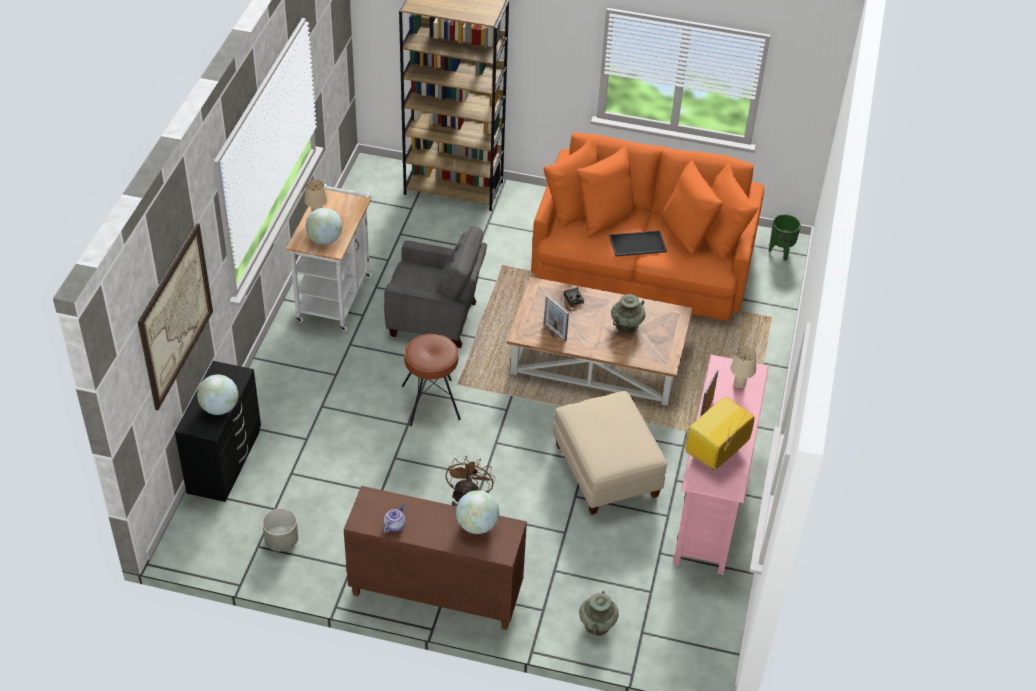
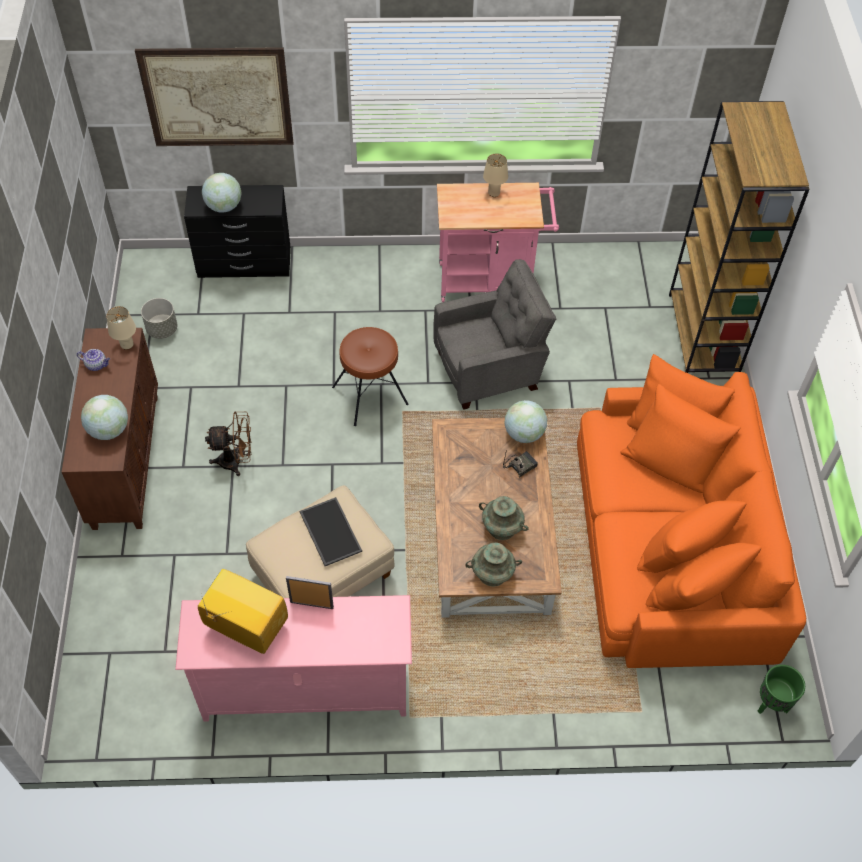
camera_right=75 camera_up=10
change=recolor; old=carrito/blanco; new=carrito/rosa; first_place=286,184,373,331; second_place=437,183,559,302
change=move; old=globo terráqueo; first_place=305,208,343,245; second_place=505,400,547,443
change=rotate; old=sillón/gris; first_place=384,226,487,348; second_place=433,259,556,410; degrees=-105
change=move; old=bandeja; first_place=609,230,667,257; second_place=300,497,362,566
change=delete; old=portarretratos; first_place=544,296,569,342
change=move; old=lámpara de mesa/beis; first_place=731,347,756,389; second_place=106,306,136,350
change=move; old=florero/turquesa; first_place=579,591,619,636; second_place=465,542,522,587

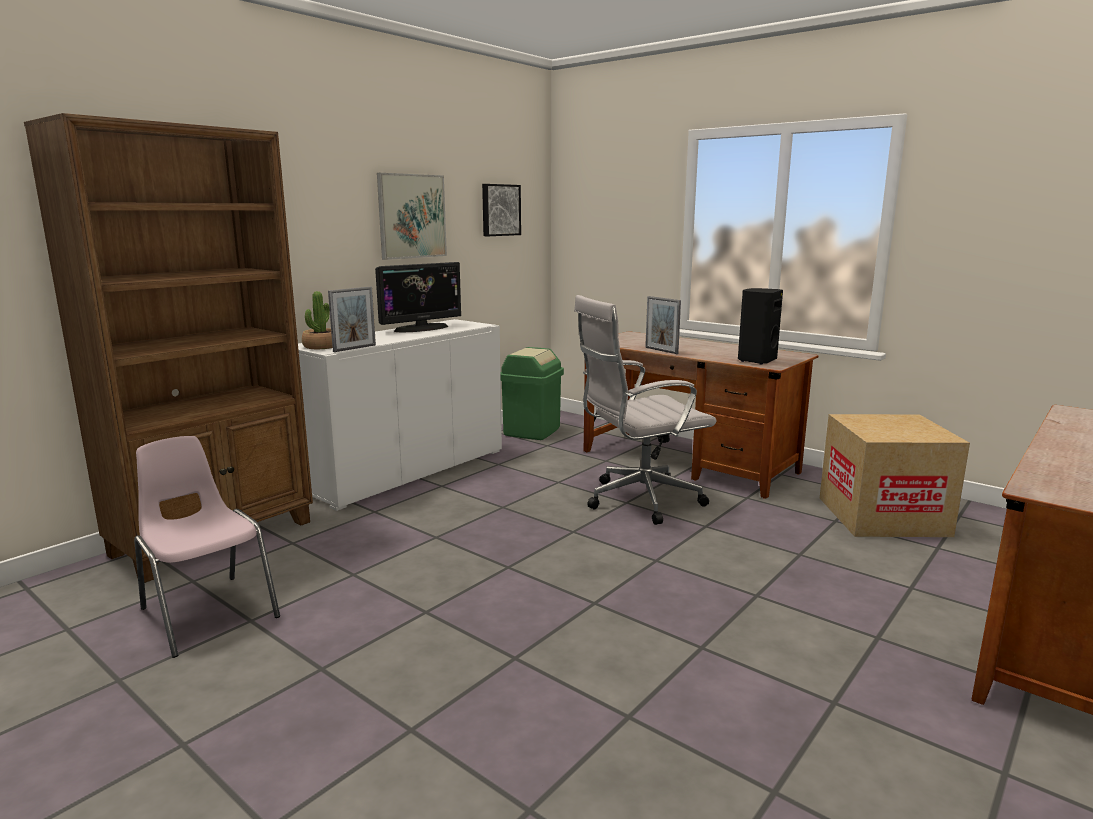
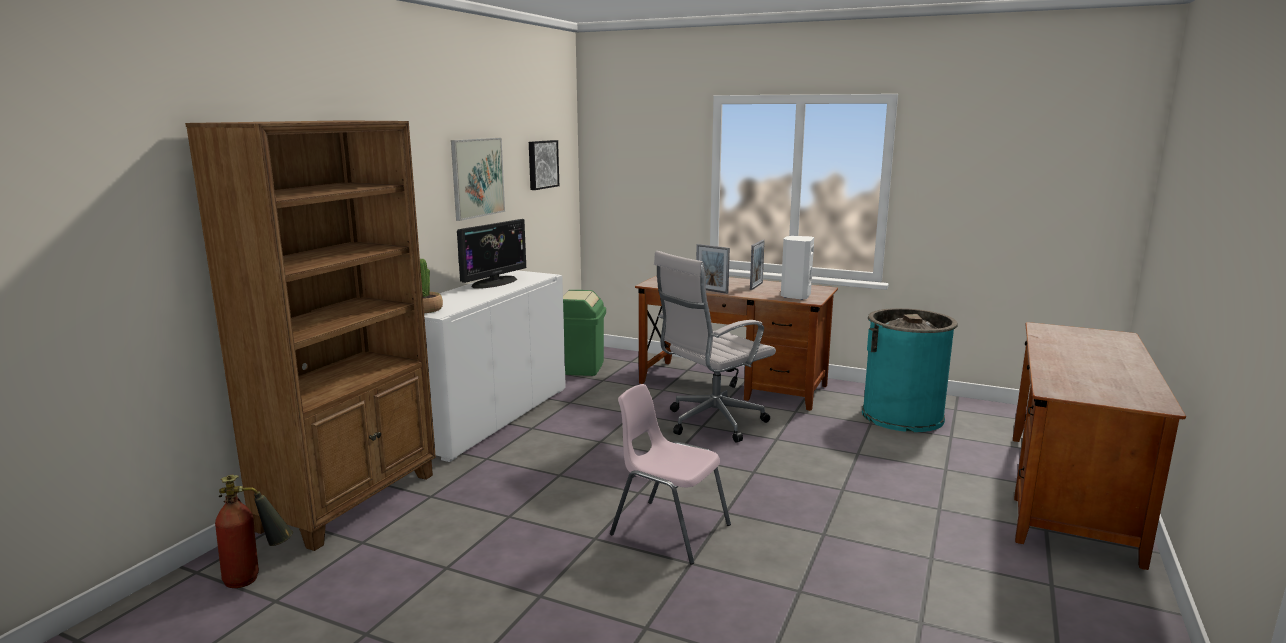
camera_right=-15 camera_up=0
change=move; old=portarretratos; first_place=328,287,376,352; second_place=750,240,765,290
change=recolor; old=altavoz/negro; new=altavoz/blanco; first_place=738,288,783,365; second_place=781,236,814,300
change=replace; old=caja de cartón; new=papelera/turquesa; first_place=820,414,970,537; second_place=862,308,958,432
change=move; old=silla/rosa; first_place=134,436,280,658; second_place=610,384,731,565
change=insert; new=extintor; second_place=215,475,293,588

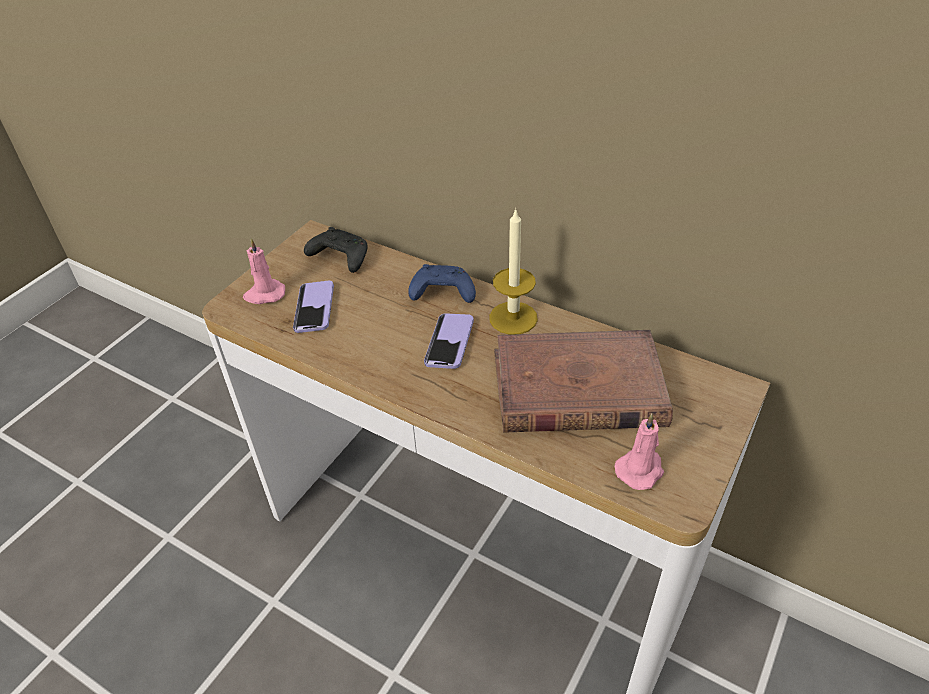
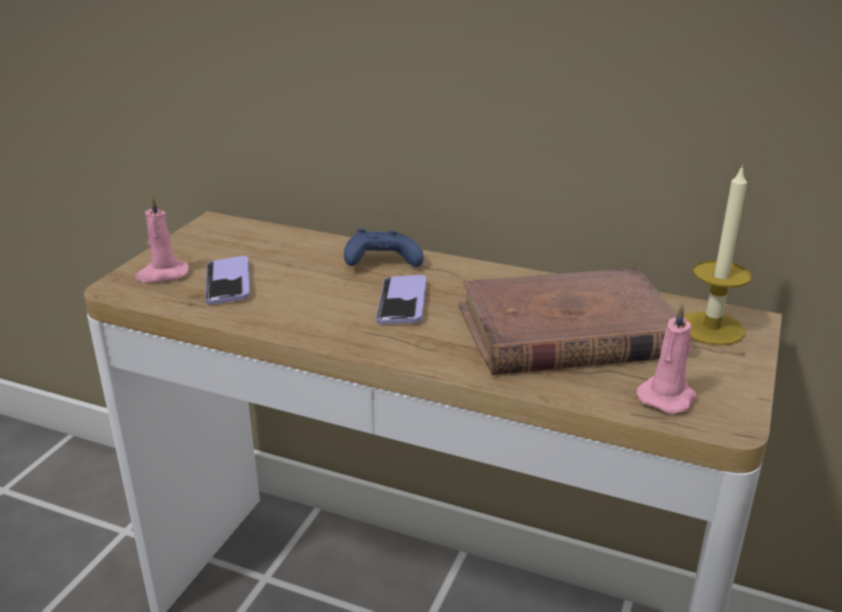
camera_right=-10 camera_up=-15
change=move; old=vela; first_place=489,208,538,335; second_place=684,164,752,345
change=delete; old=mando de consola/negro; first_place=304,227,368,273

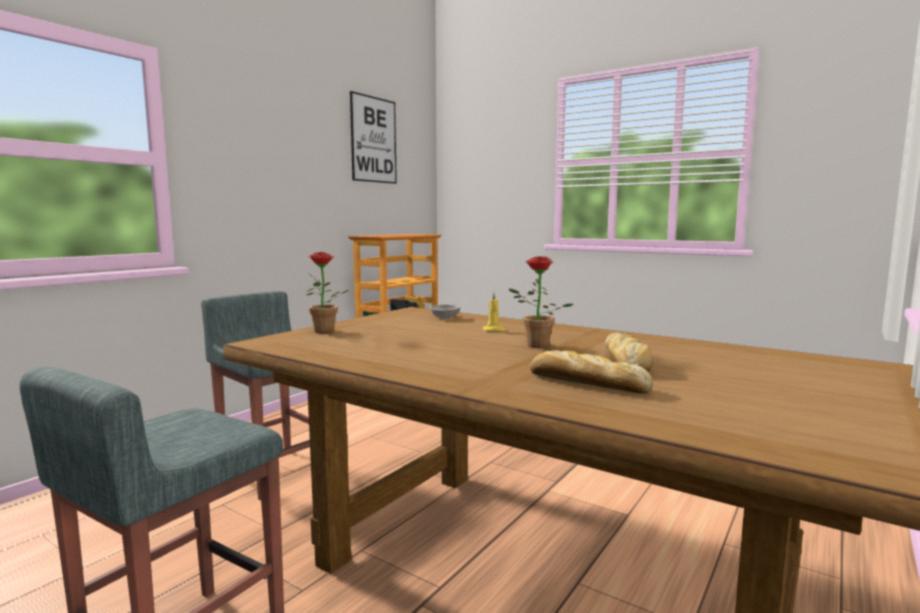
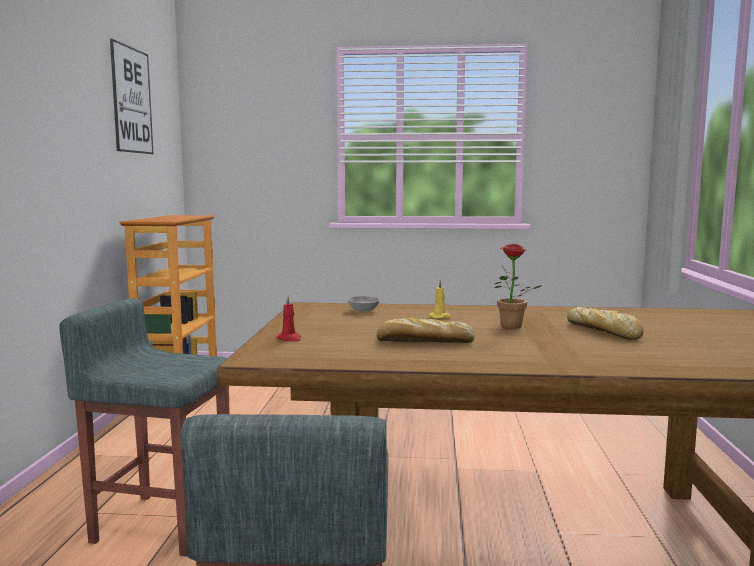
camera_right=-30 camera_up=0
change=replace; old=planta en maceta; new=vela/rojo; first_place=306,252,349,333; second_place=276,296,301,342
change=move; old=pan; first_place=530,350,653,394; second_place=377,318,474,343

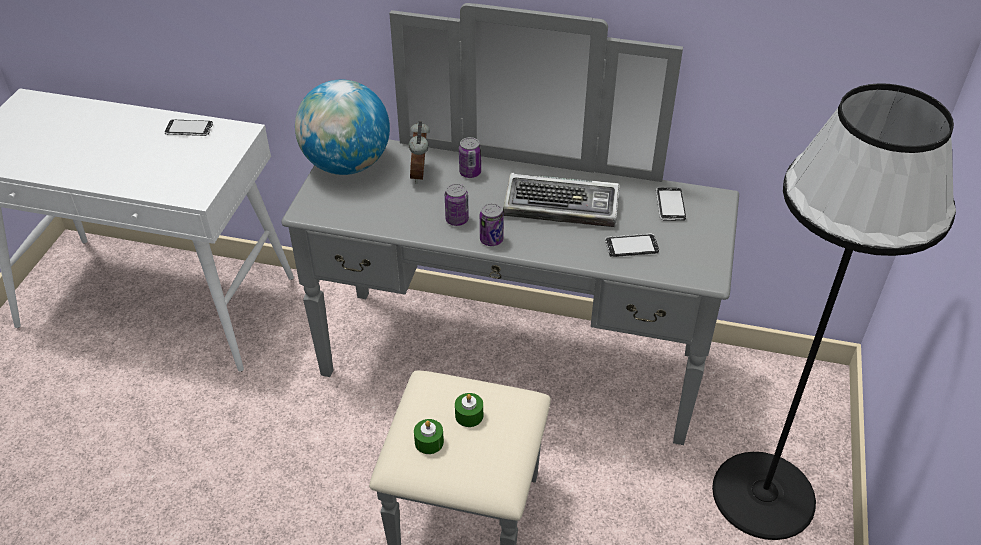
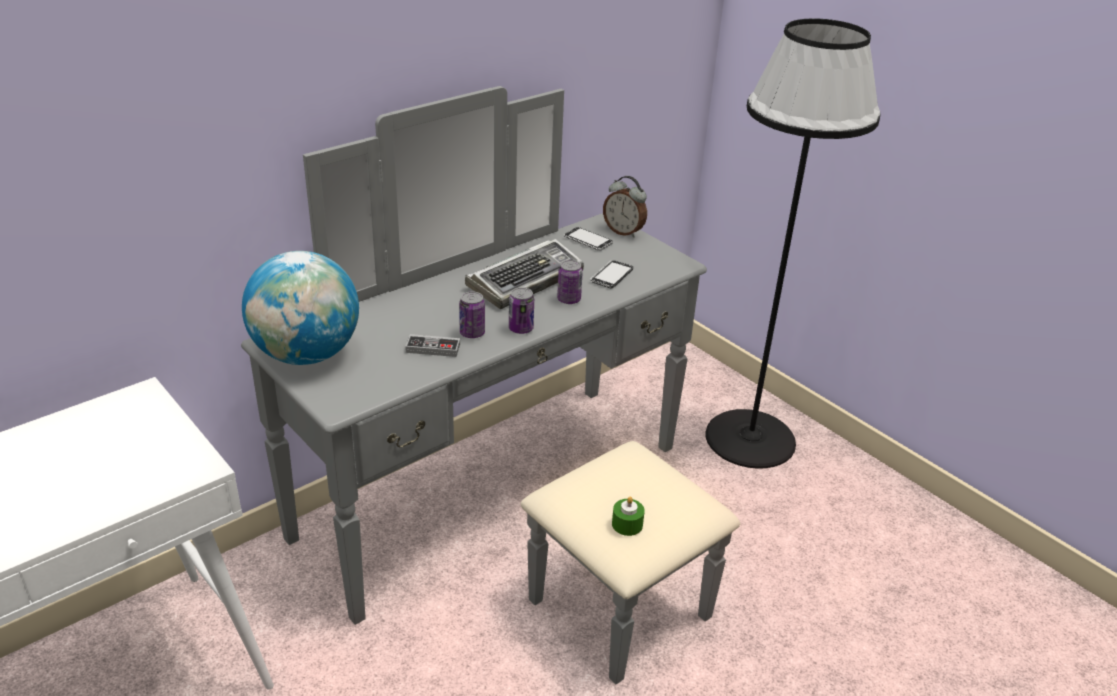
camera_right=-55 camera_up=-10
change=delete; old=móvil; first_place=164,120,213,136
change=move; old=despertador; first_place=409,121,430,184; second_place=603,176,647,238
change=move; old=lata; first_place=459,137,481,178; second_place=557,260,583,304
change=delete; old=vela/verde; first_place=455,393,483,427
change=insert; new=mando de consola; second_place=405,334,460,357

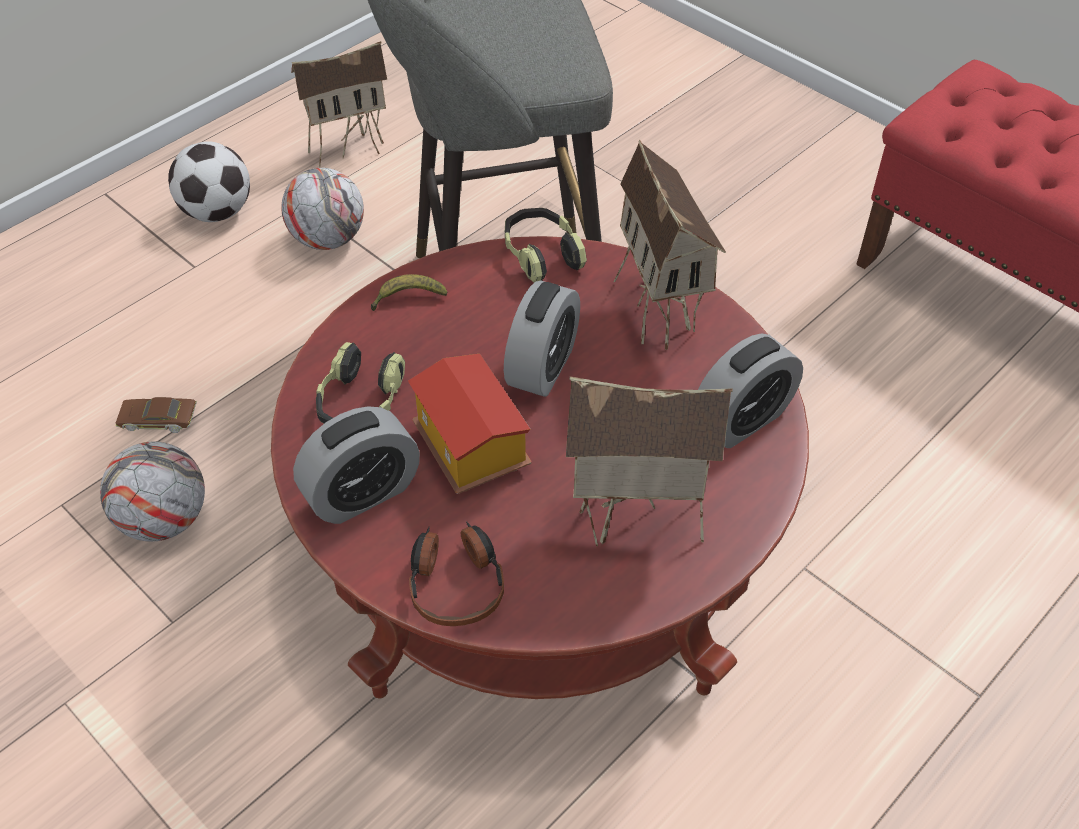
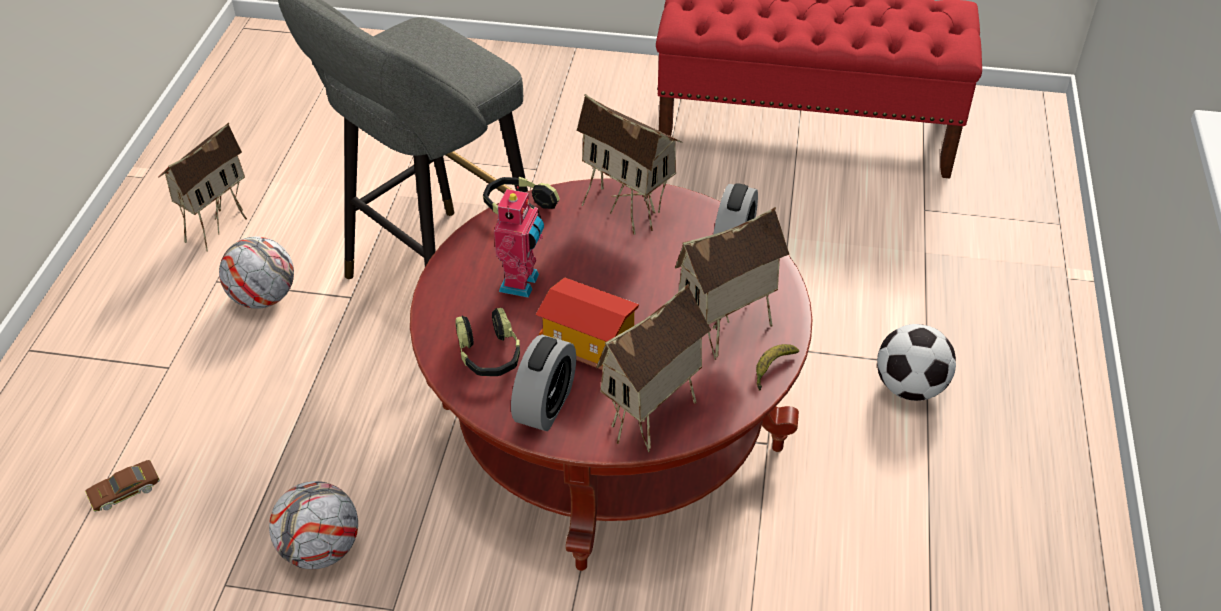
camera_right=-35 camera_up=-5
change=move; old=balón de fútbol; first_place=168,142,250,222; second_place=877,324,956,401
change=move; old=plátano; first_place=371,274,447,311; second_place=756,344,799,391
change=delete; old=despertador; first_place=504,280,580,397
change=move; old=coche de juguete/marrón; first_place=115,397,197,433; second_place=85,460,160,512
change=replace; old=auriculares; new=casita; first_place=409,521,504,626; second_place=596,284,711,452
change=insert; new=robot de juguete; second_place=494,186,544,298

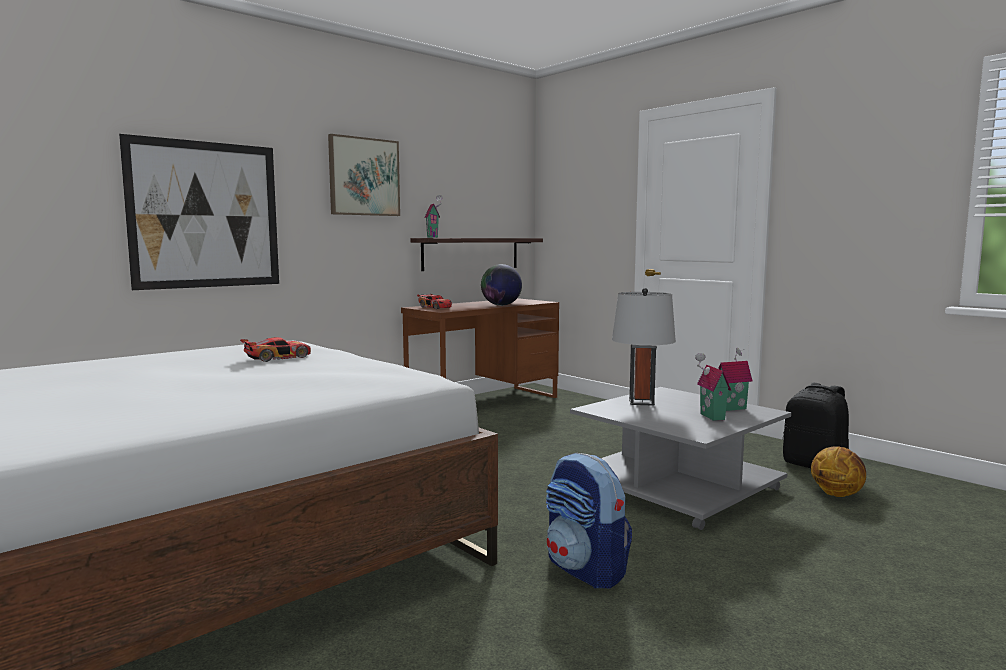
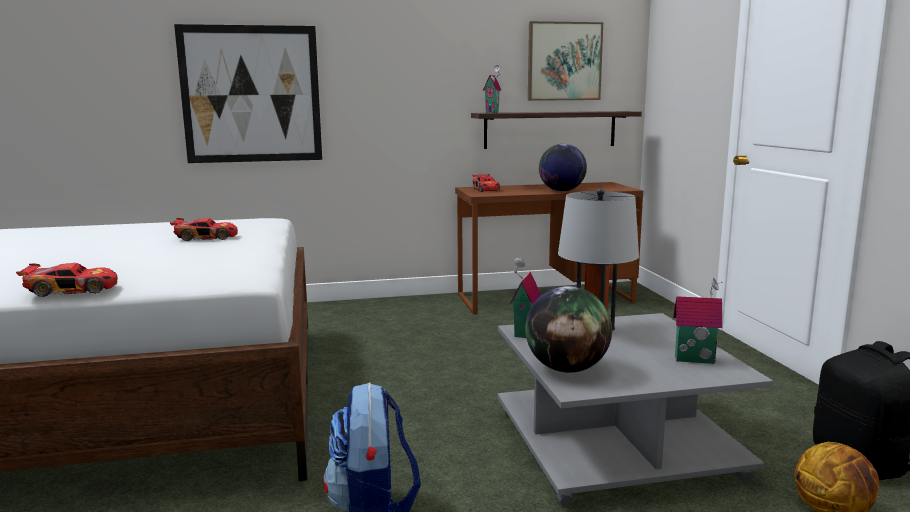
camera_right=30 camera_up=5
change=move; old=cuadro; first_place=328,134,400,216; second_place=528,21,603,101
change=move; old=casita; first_place=695,353,731,421; second_place=510,258,541,338
change=insert; new=coche de juguete; second_place=16,263,118,297
change=insert; new=globo terráqueo; second_place=525,286,612,373

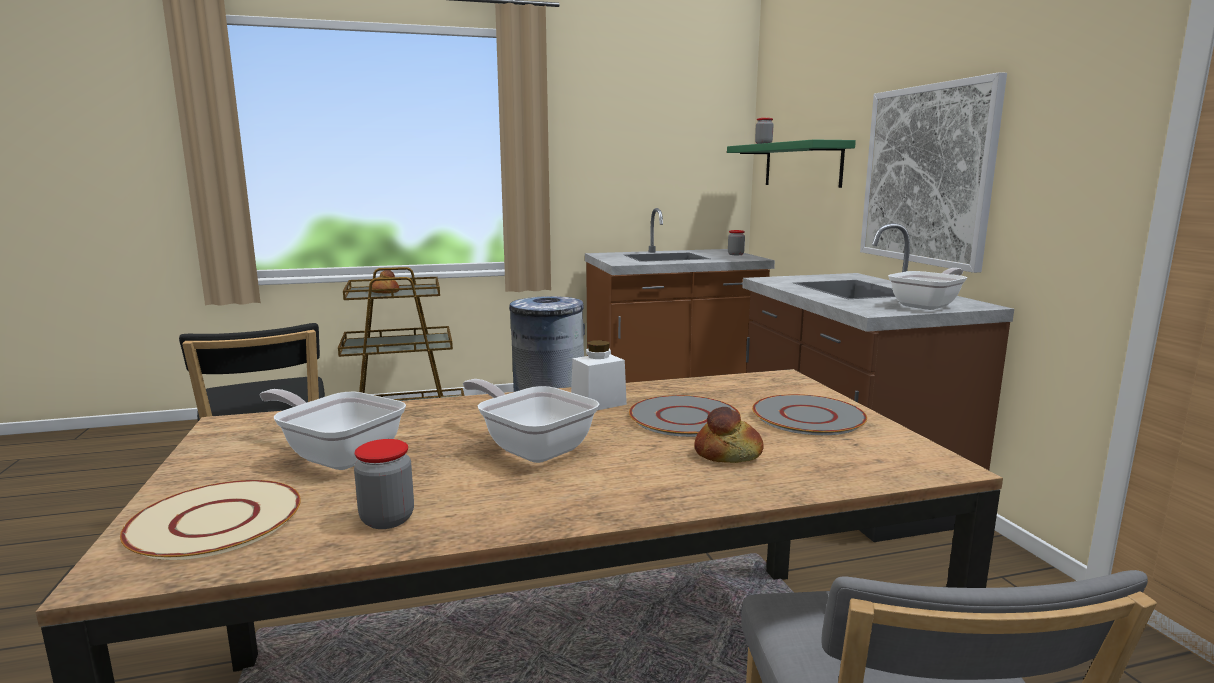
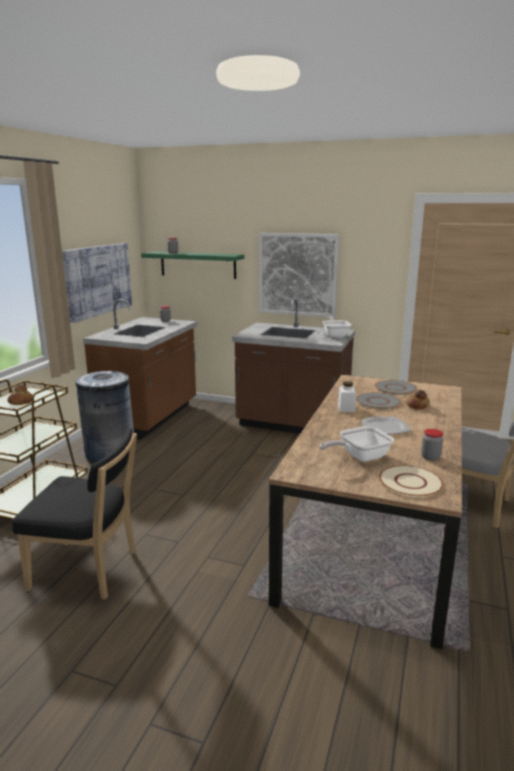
camera_right=-55 camera_up=5
change=replace; old=sartén; new=plato; first_place=463,379,599,463; second_place=361,416,411,434
change=insert; new=cuadro; second_place=62,243,132,323

